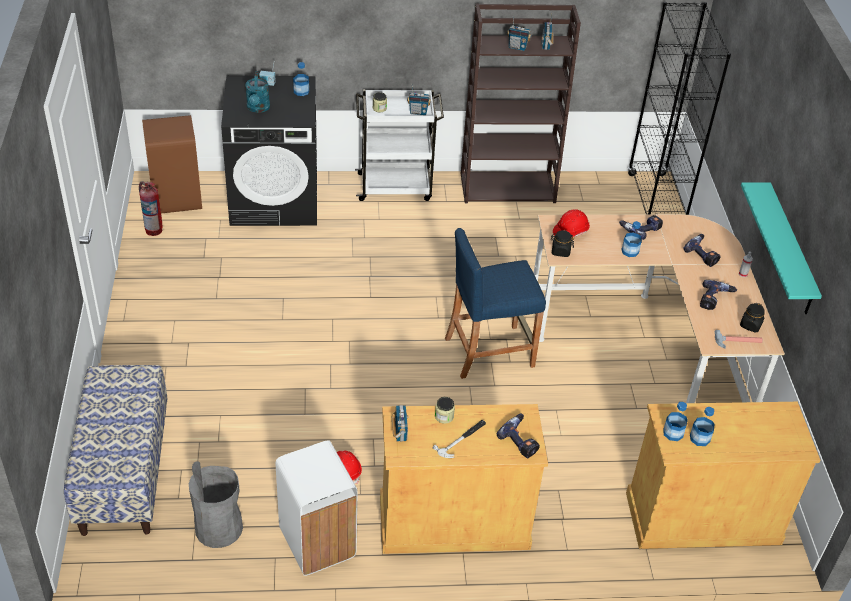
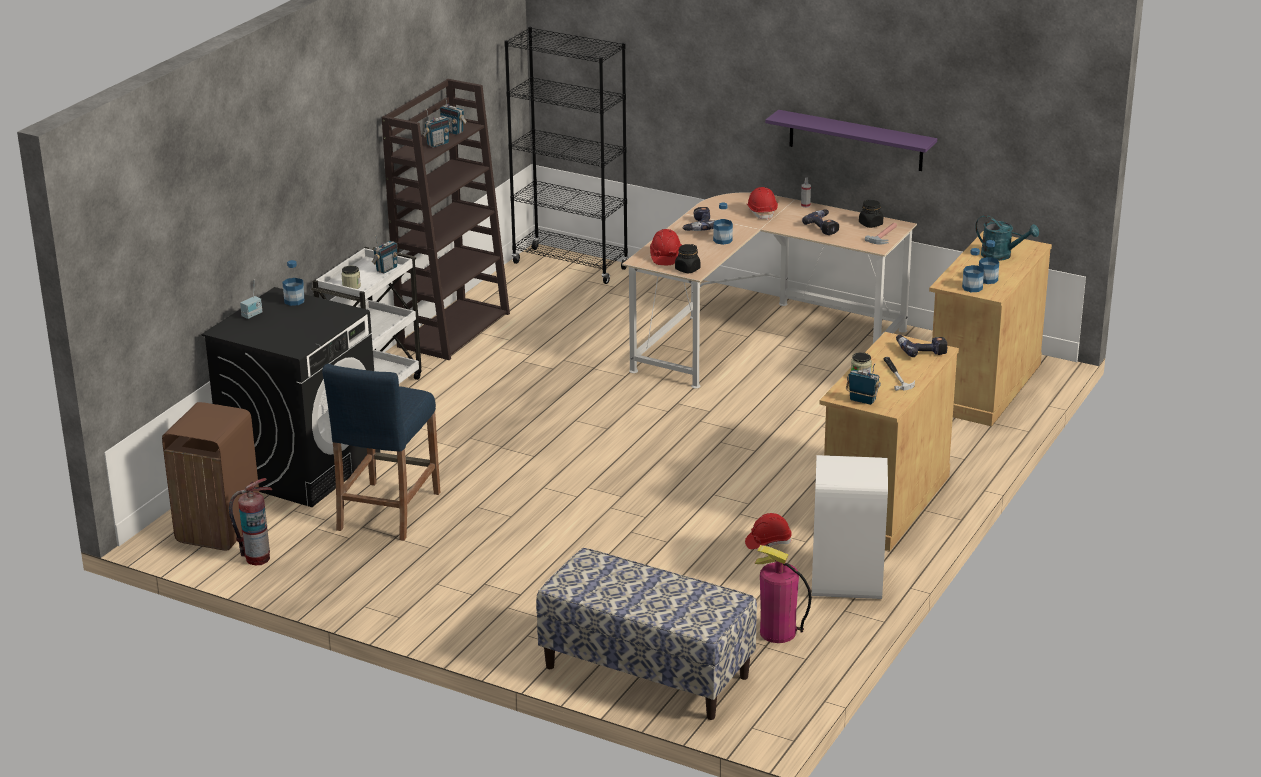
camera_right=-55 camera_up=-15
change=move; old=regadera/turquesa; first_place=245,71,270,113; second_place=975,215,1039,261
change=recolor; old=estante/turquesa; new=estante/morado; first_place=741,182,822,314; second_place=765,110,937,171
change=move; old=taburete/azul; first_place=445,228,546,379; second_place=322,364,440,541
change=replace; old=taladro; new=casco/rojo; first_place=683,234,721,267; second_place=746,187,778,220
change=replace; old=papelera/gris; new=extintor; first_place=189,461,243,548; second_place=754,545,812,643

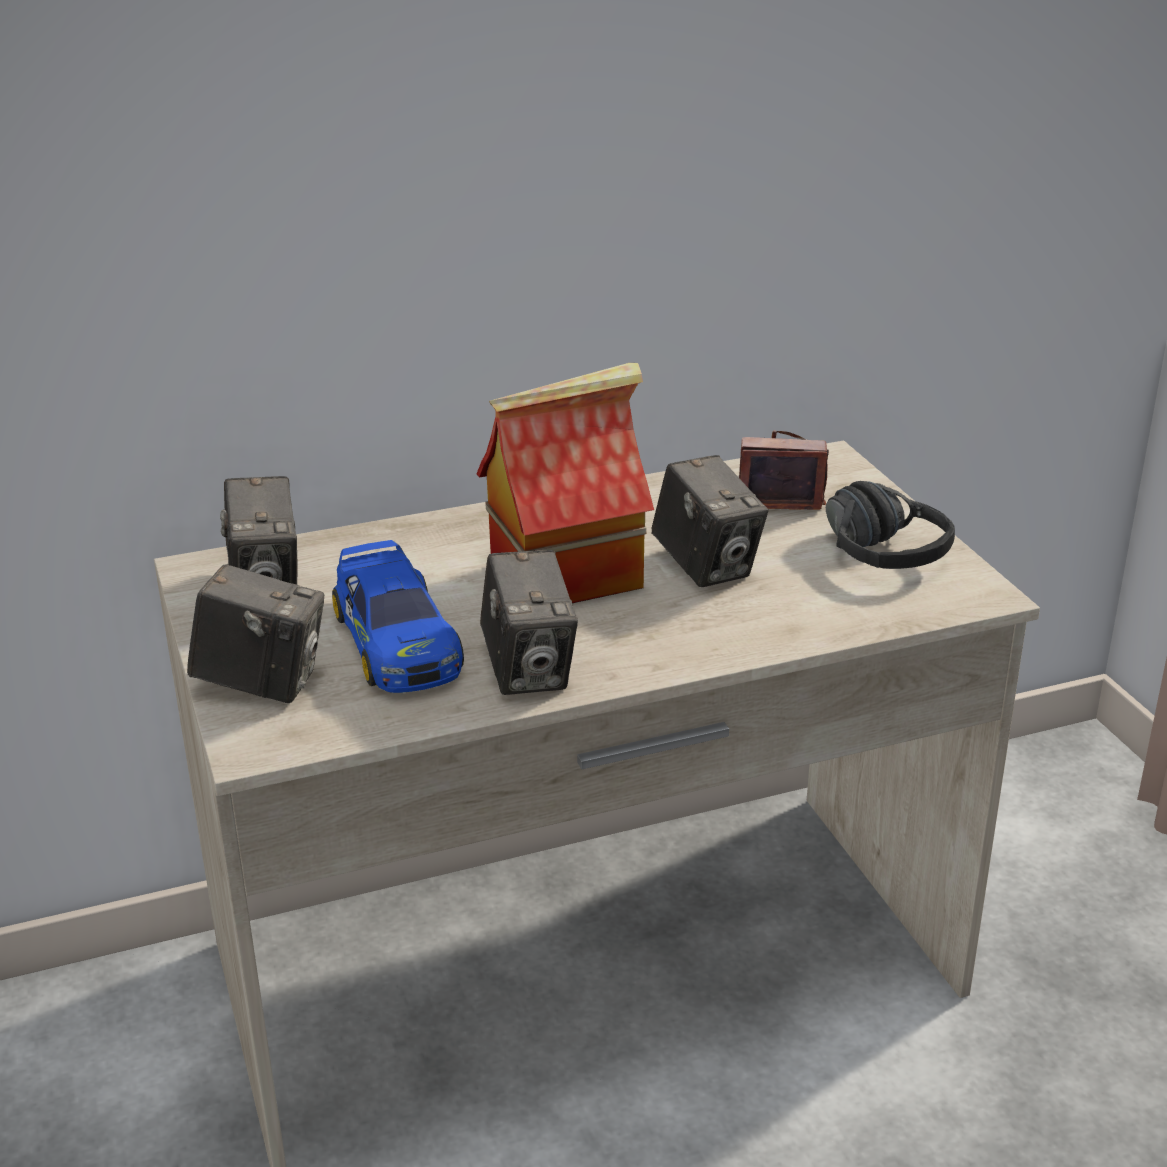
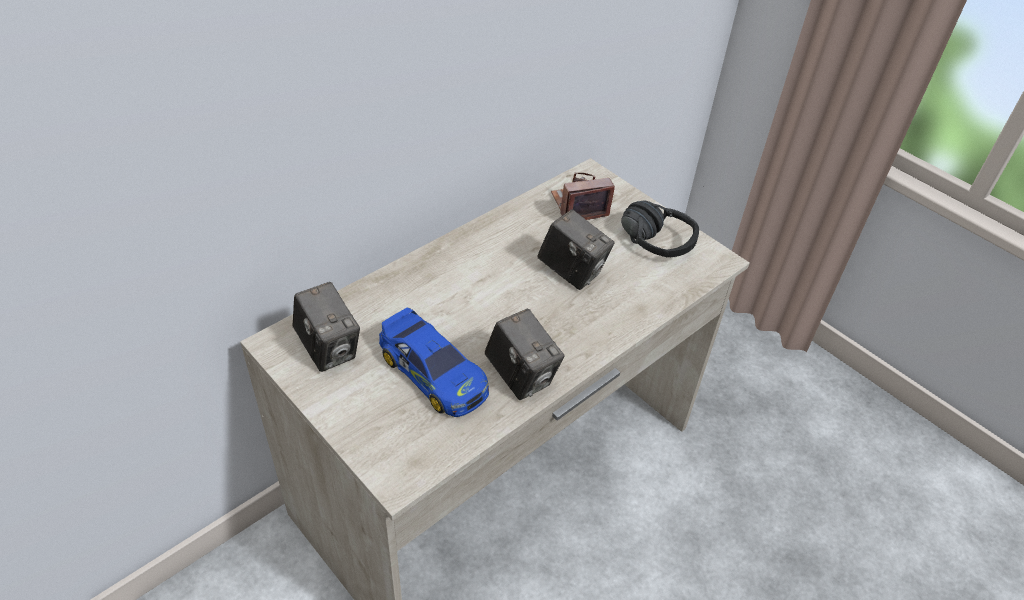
camera_right=-25 camera_up=15
change=delete; old=casita; first_place=477,363,654,603
change=delete; old=cámara; first_place=187,563,324,703

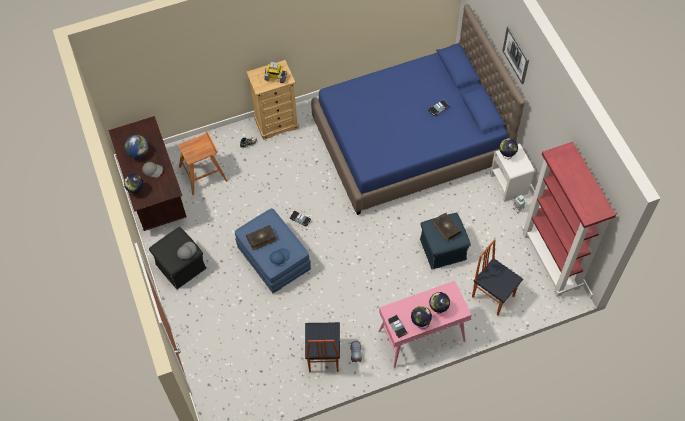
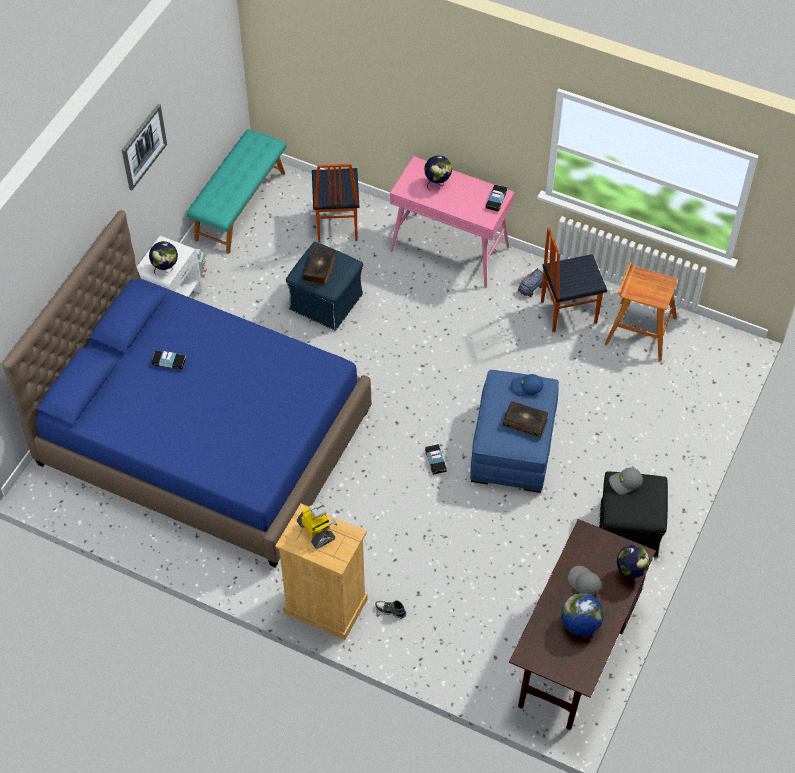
camera_right=-135 camera_up=-5
change=move; old=cuadro; first_place=502,26,529,84; second_place=122,104,167,190
change=move; old=taburete/marrón; first_place=178,131,227,195; second_place=604,262,677,362
change=replace; old=estantería/rojo; new=banco/turquesa; first_place=522,142,616,297; second_place=186,129,287,254
change=delete; old=globo terráqueo; first_place=411,306,432,329
change=rotate; old=silla; first_place=305,322,340,372; second_place=541,228,607,332; degrees=-150

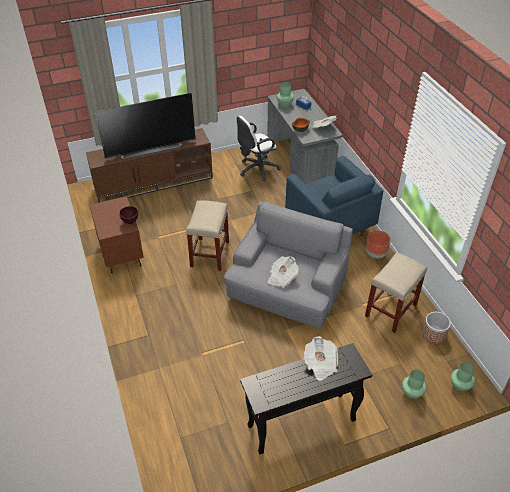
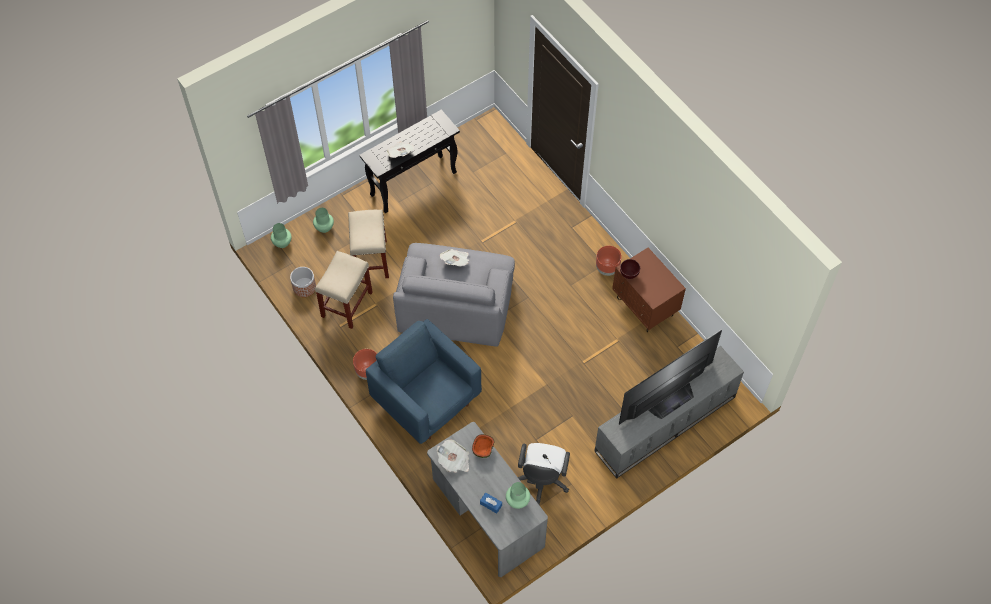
camera_right=165 camera_up=15
change=rotate; old=silla de oficina/blanco; first_place=237,116,281,181; second_place=518,443,570,505; degrees=150
change=recolor; old=mueble de televisión/marrón; new=mueble de televisión/gris; first_place=86,128,213,203; second_place=594,346,744,479
change=move; old=taburete/beis; first_place=186,200,229,271; second_place=348,210,389,278
change=insert; new=maceta/marrón; second_place=596,246,622,276

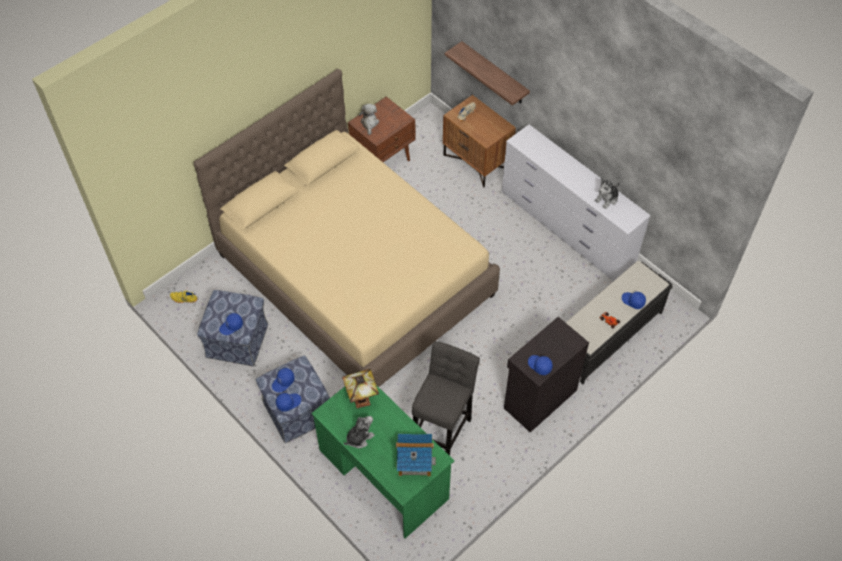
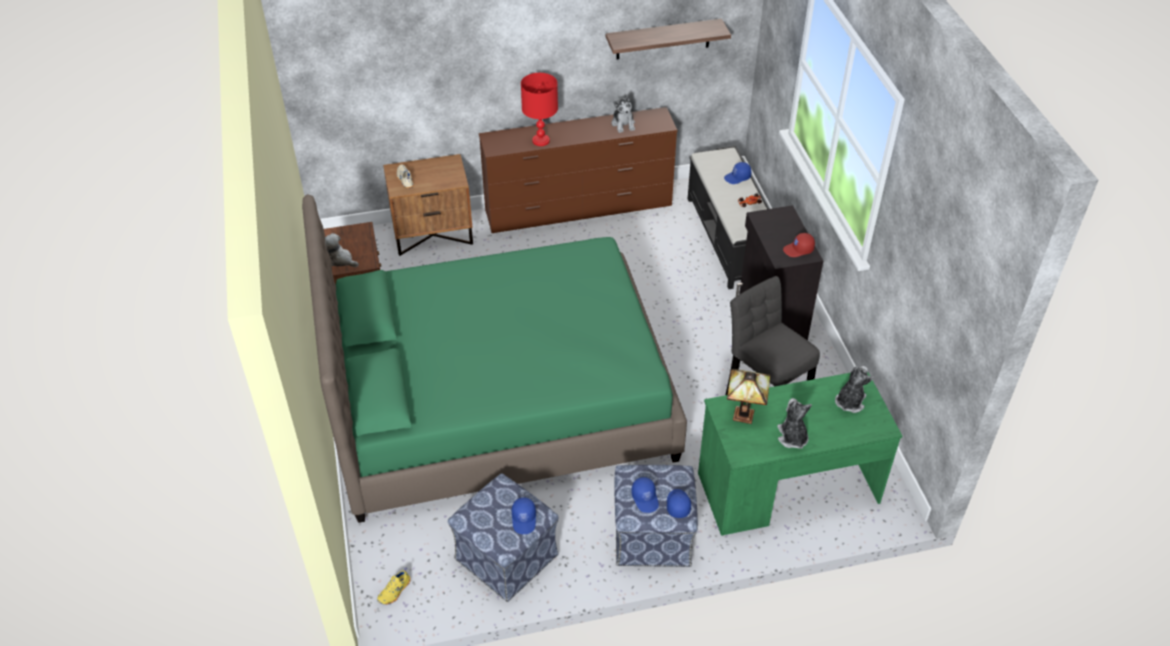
camera_right=-60 camera_up=-10
change=move; old=estante; first_place=445,41,530,106; second_place=606,19,731,59
change=recolor; old=cama/beis; new=cama/verde; first_place=194,69,500,387; second_place=302,194,687,523
change=recolor; old=cómoda/blanco; new=cómoda/marrón; first_place=502,124,651,281; second_place=479,107,678,233
change=recolor; old=gorra/azul; new=gorra/rojo; first_place=528,355,553,375; second_place=783,233,815,257
change=replace; old=casita; new=peluche; first_place=396,434,436,476; second_place=835,366,873,413
change=insert; new=lámpara de mesa/rojo; second_place=521,73,558,146

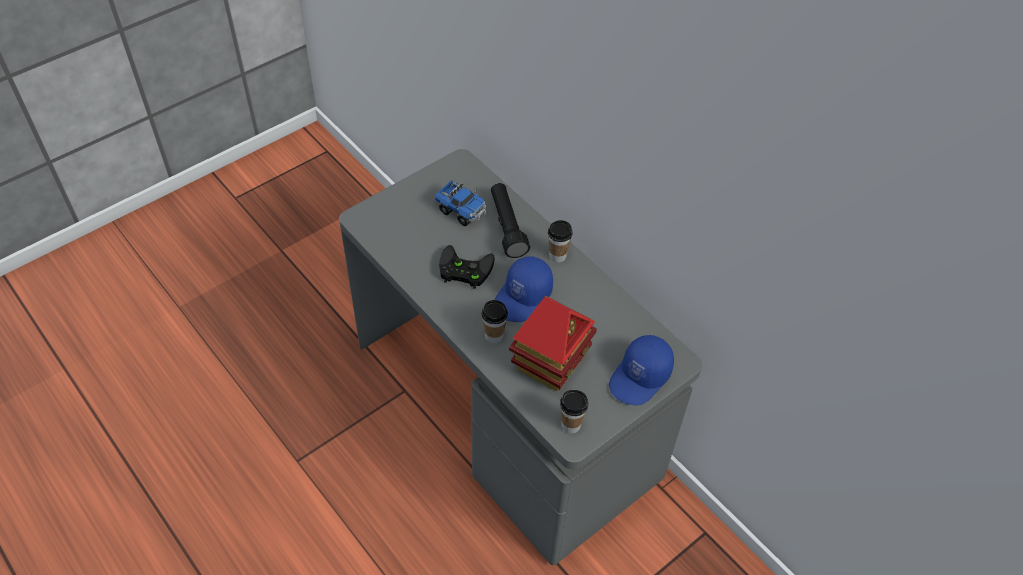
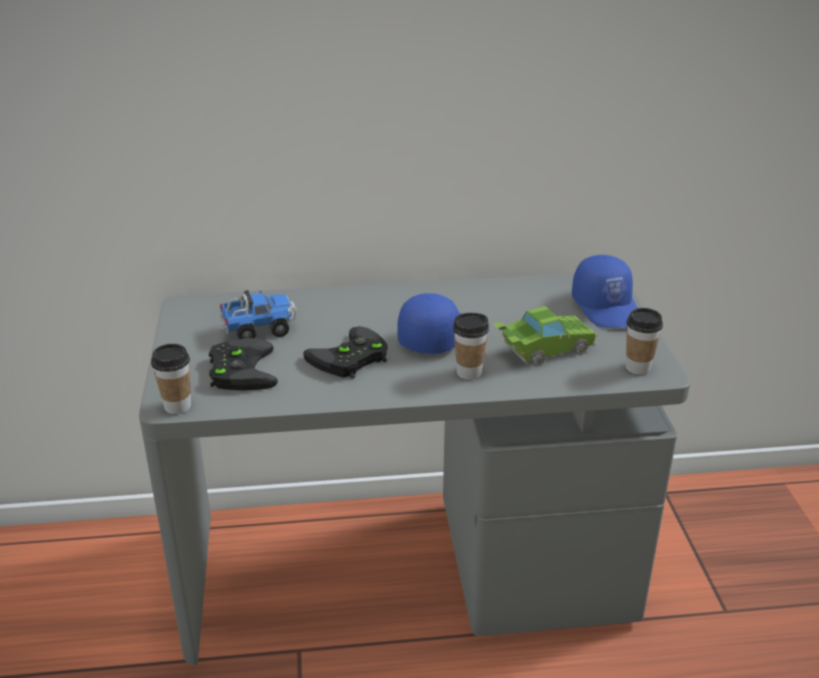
camera_right=-55 camera_up=-20
change=delete; old=linterna/negro; first_place=491,183,530,258
change=move; old=taza; first_place=548,220,572,262; second_place=151,344,191,414
change=rotate; old=gorra/azul; first_place=495,256,553,322; second_place=397,293,461,354; degrees=-135
change=replace; old=casita; new=coche de juguete/verde; first_place=509,296,597,391; second_place=493,306,597,367
change=insert; new=mando de consola/negro; second_place=209,338,278,391

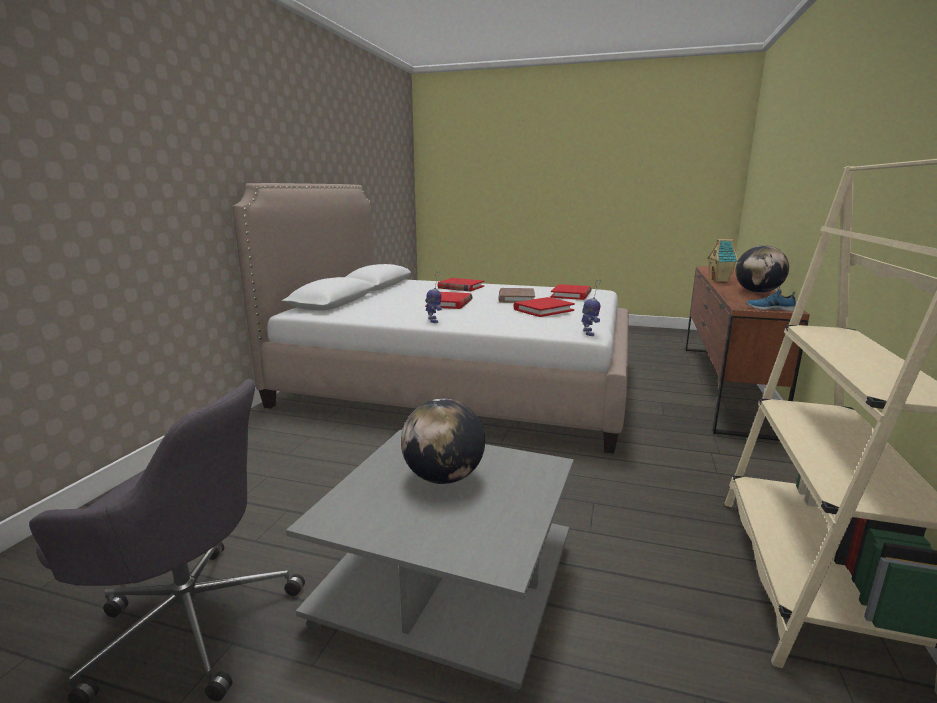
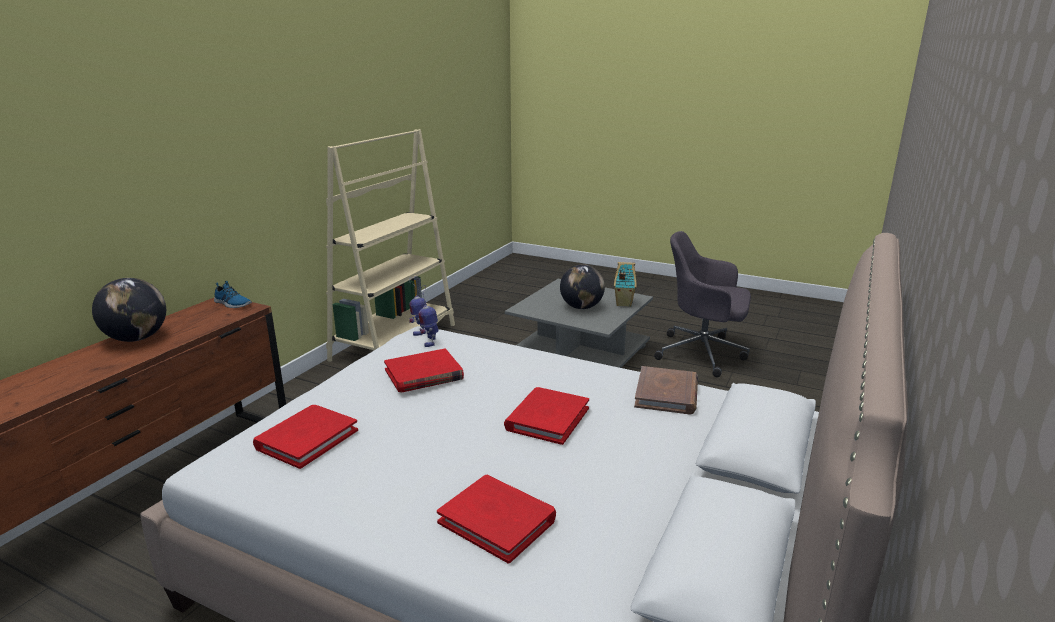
camera_right=-170 camera_up=5
change=move; old=casita; first_place=707,239,738,282; second_place=614,262,637,307
change=move; old=robot de juguete; first_place=426,271,442,323; second_place=418,285,439,347
change=move; old=libro/marrón; first_place=498,288,535,303; second_place=634,366,698,414

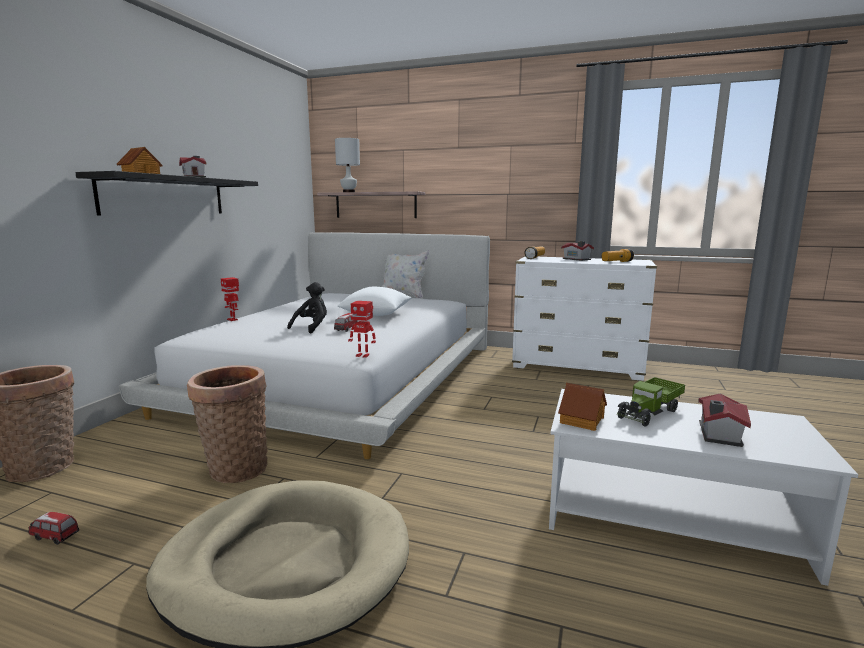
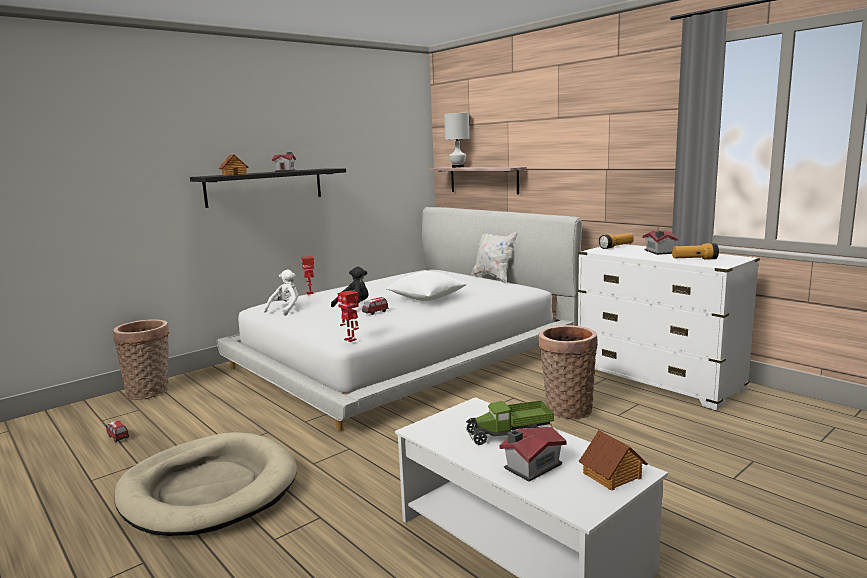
camera_right=30 camera_up=0
change=move; old=cesta; first_place=187,365,268,483; second_place=538,325,598,419
change=move; old=casita; first_place=558,383,607,431; second_place=579,430,648,491
change=insert; new=peluche/blanco; second_place=264,269,298,316

